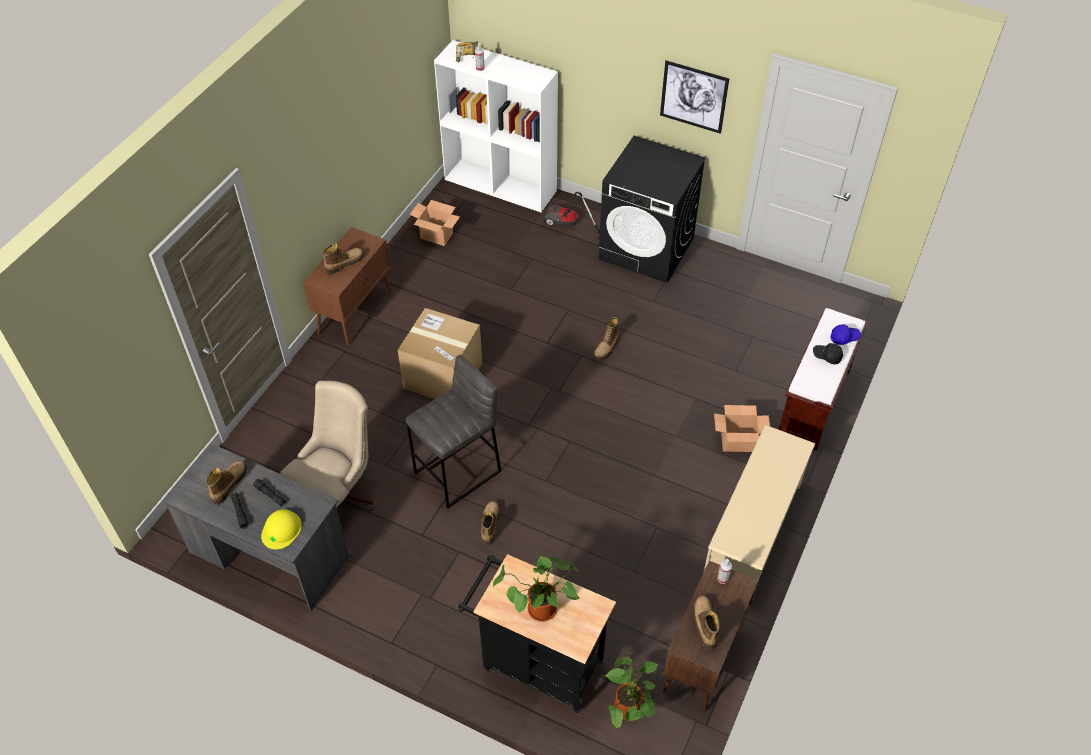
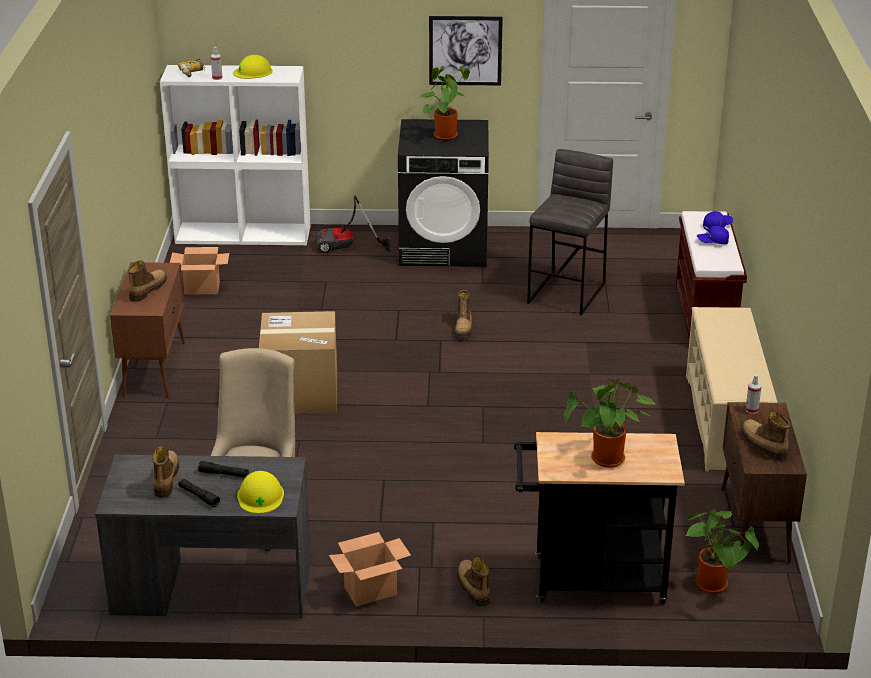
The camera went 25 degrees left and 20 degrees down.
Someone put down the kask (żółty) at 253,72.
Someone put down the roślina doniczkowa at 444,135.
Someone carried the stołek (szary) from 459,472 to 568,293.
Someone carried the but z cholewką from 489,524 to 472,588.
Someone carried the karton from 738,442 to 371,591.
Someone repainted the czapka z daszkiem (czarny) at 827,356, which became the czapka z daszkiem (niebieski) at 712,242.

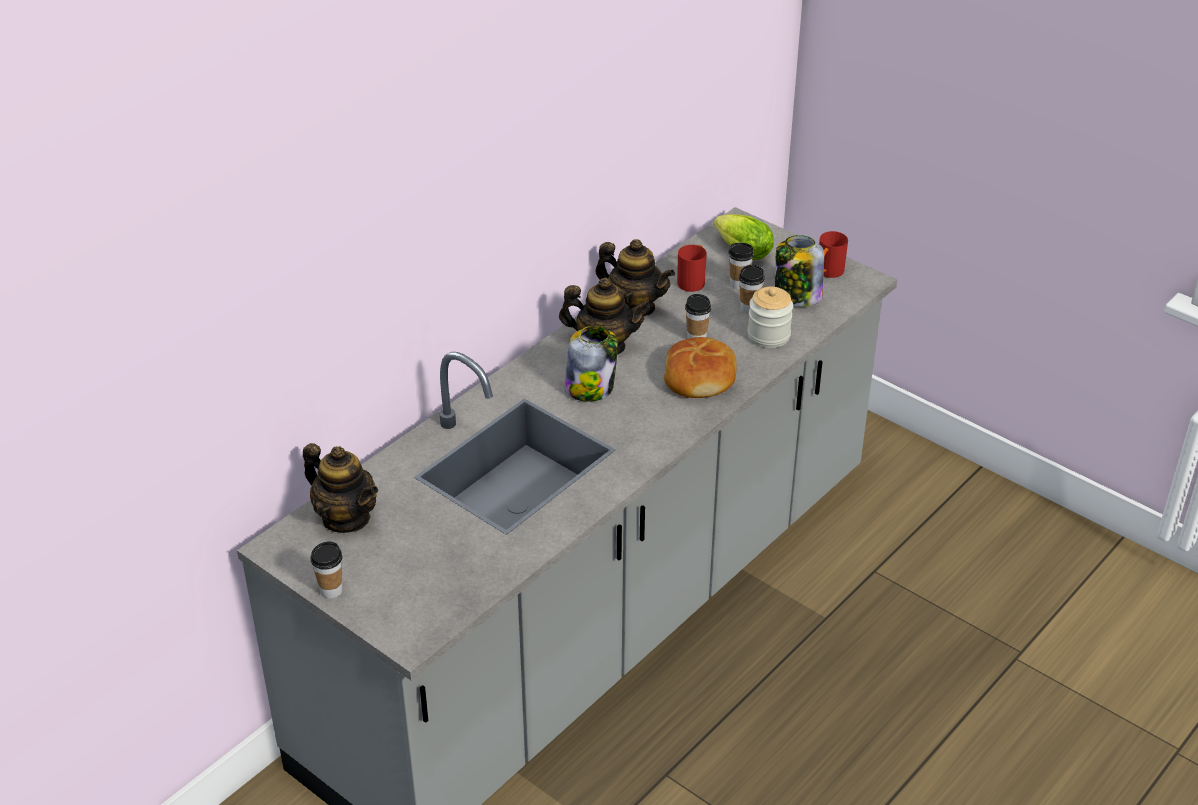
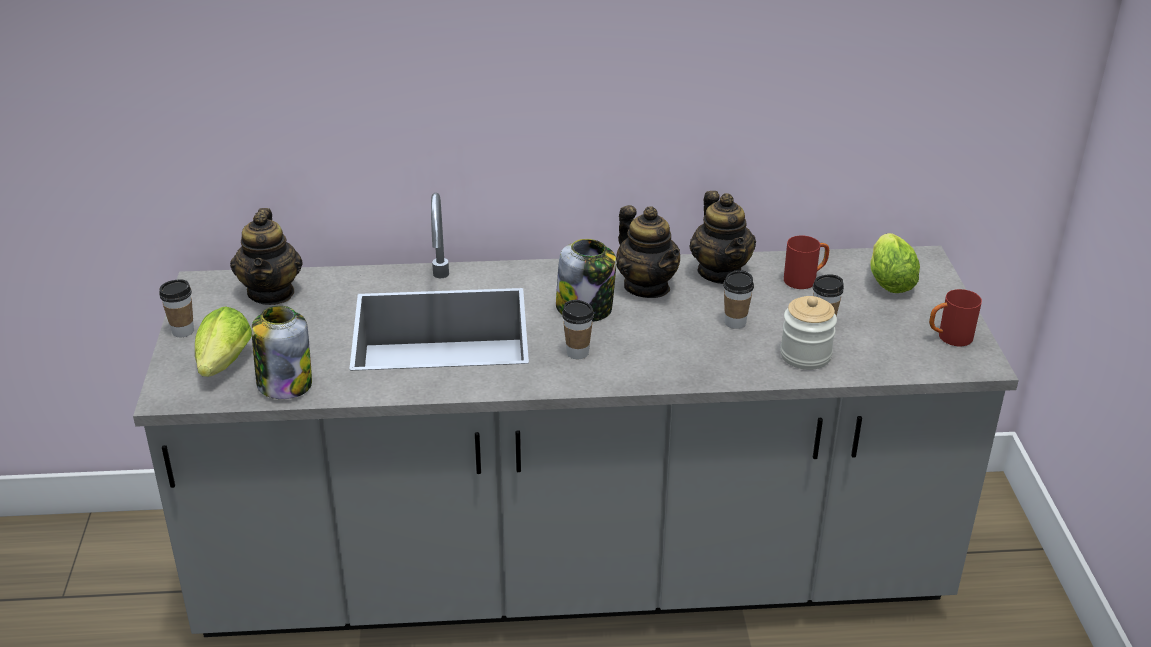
The camera went 45 degrees right and 5 degrees down.
Someone took away the chleb at 700,378.
Someone put down the sałata at 222,367.
Someone carried the filiżanka from 739,284 to 577,353.
Someone carried the słoik from 796,296 to 284,383.

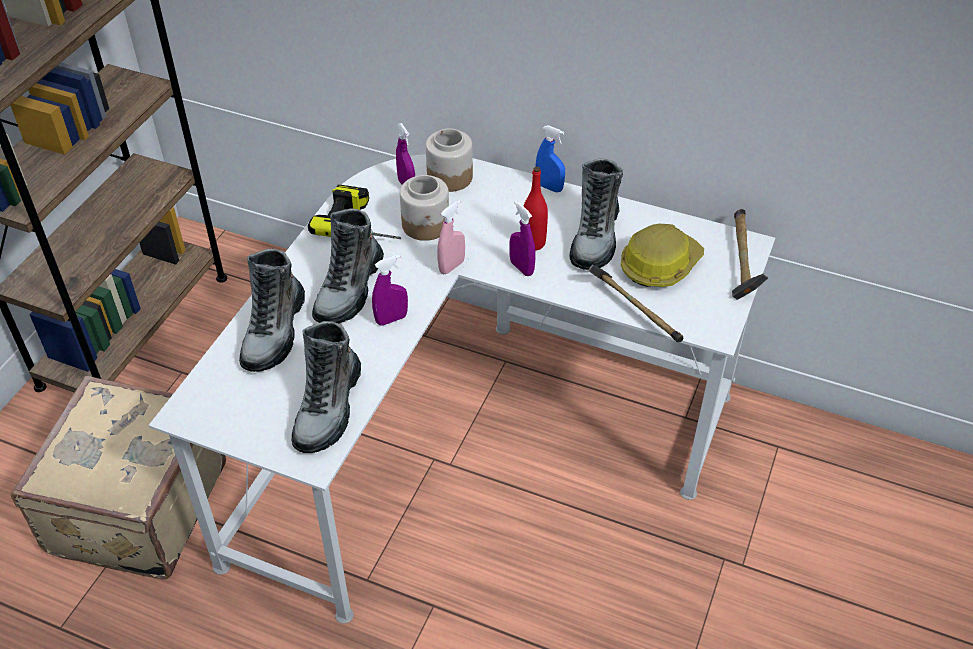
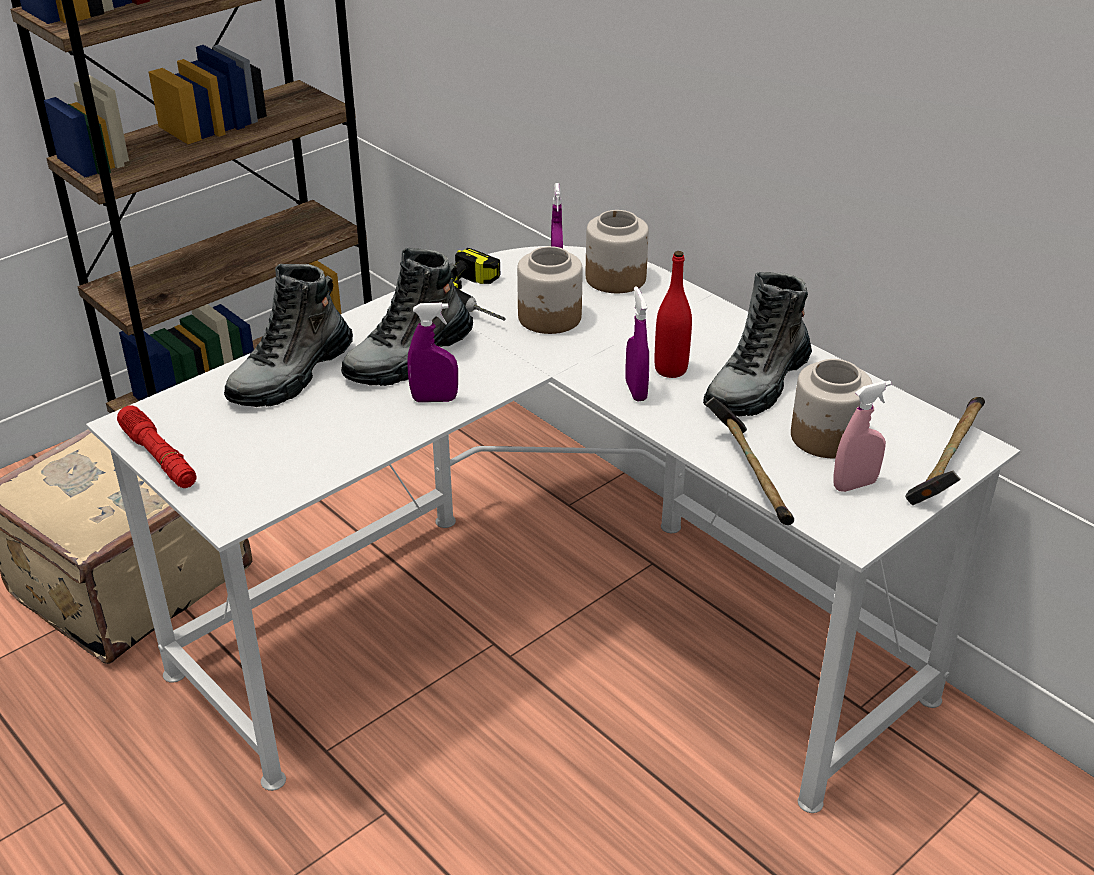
The camera went 25 degrees right and 10 degrees down.
Someone took away the but z cholewką at 328,408.
Someone took away the spryskiwacz (niebieski) at 549,187.
Someone put down the latarka (czerwony) at 159,457.
Someone carried the spryskiwacz (różowy) from 451,266 to 855,485.
Someone swapped the kask at 659,265 for the słoik at 825,436.

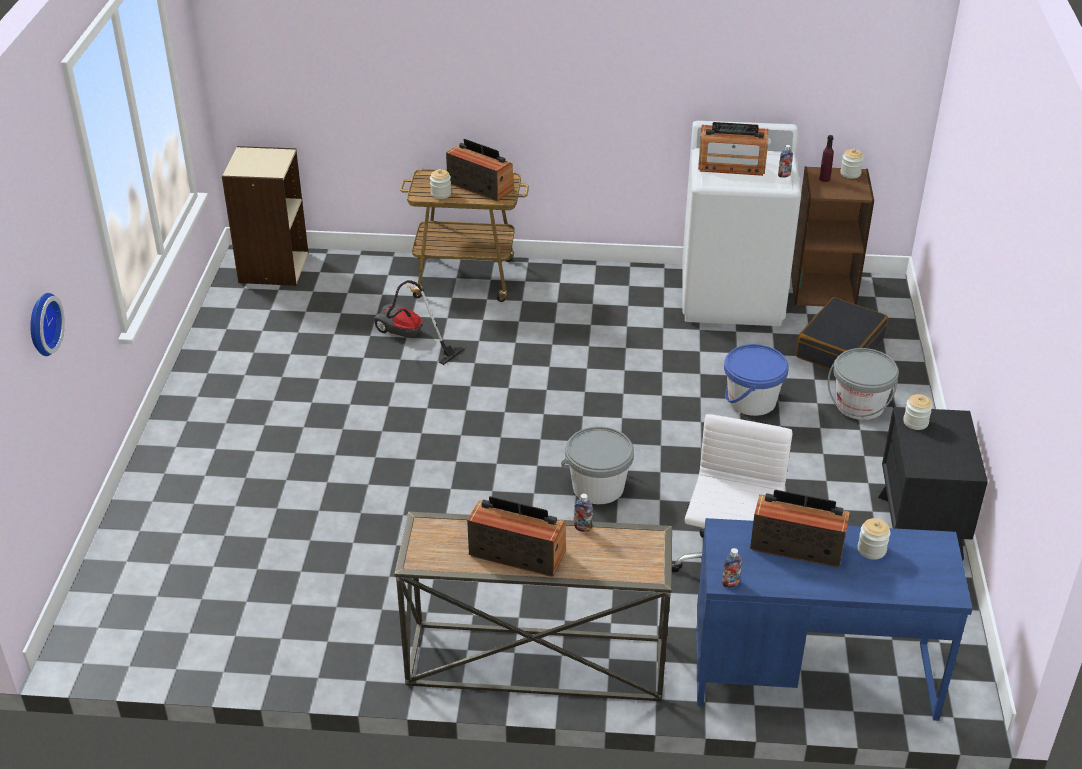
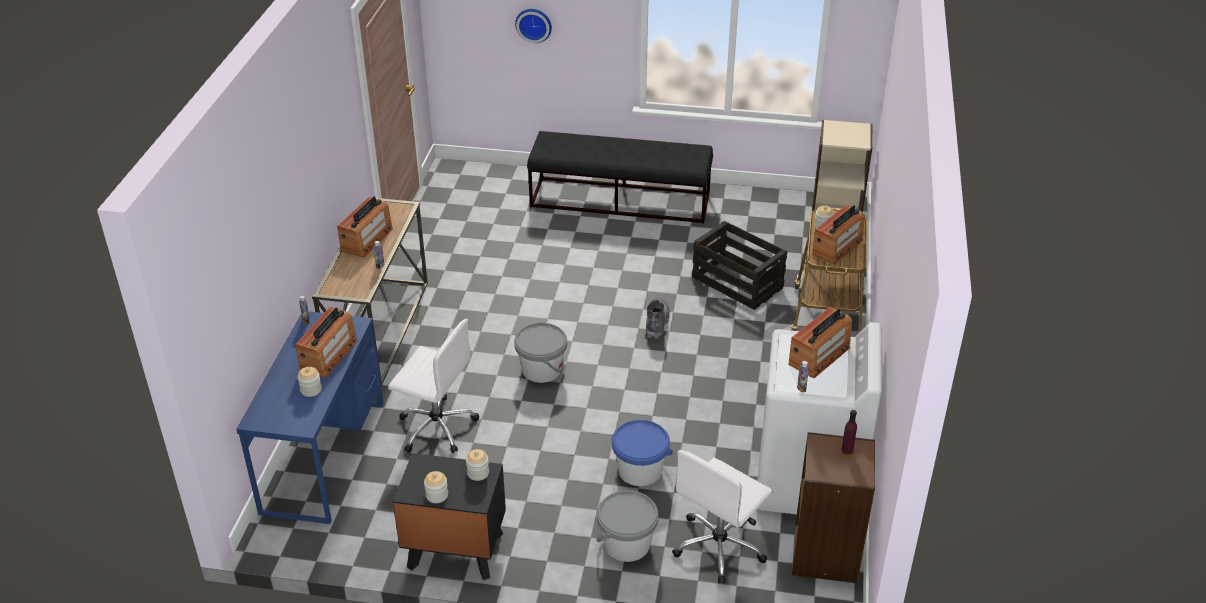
The camera went 95 degrees right and 0 degrees up.
Someone put down the ławka (czarny) at 620,200.
Someone put down the but z cholewką (szary) at 656,323.
Someone carried the słoik from 850,173 to 437,495.
Someone swapped the odkurzacz at 409,338 for the skrzynka at 738,283.
Someone swapped the walizka (czarny) at 839,348 for the krzesło biurowe (biały) at 719,547.
Someone rotated the radio at 731,165 by 150 degrees counterclockwise.

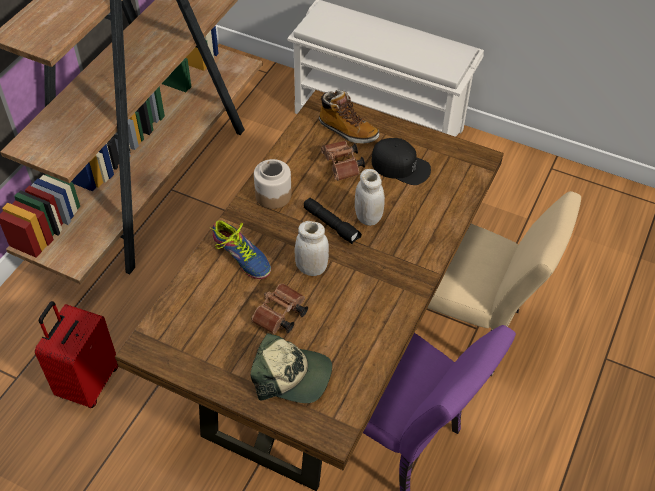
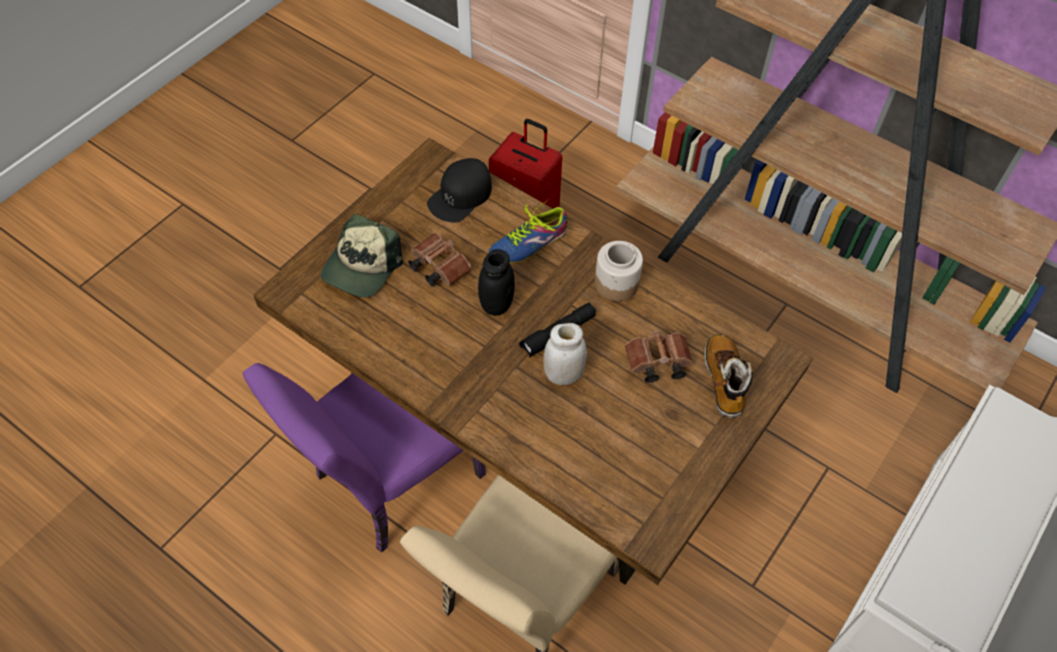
The camera went 100 degrees right and 5 degrees up.
Someone carried the czapka z daszkiem (czarny) from 400,166 to 460,195.
Someone repainted the słoik (biały) at 311,268, which became the słoik (czarny) at 496,304.
Someone rotated the but z cholewką at 347,131 by 135 degrees clockwise.

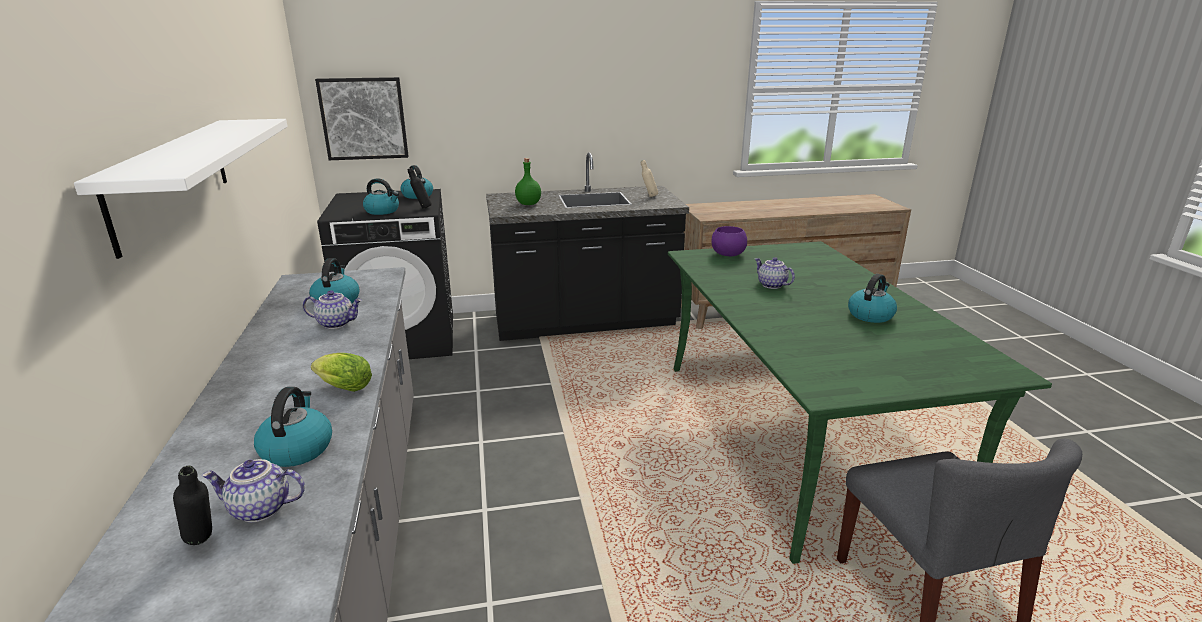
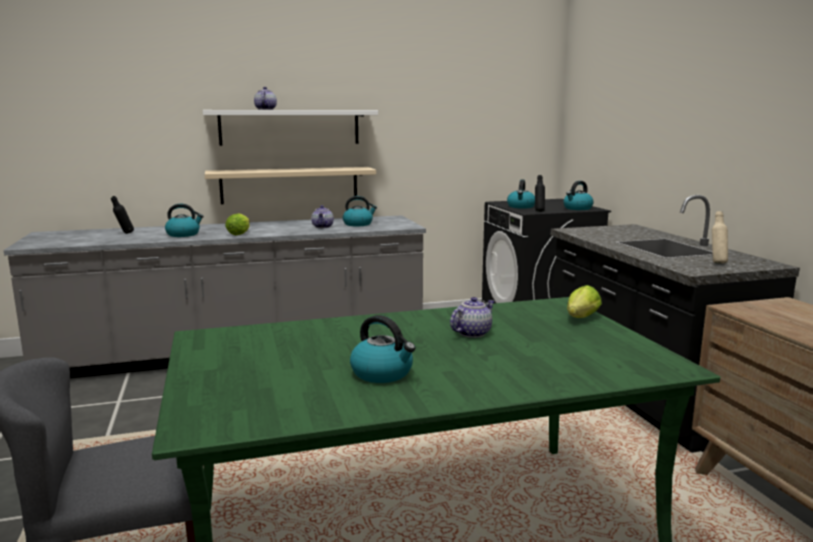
The camera went 85 degrees right and 10 degrees down.
Someone took away the obraz at 364,118.
Someone took away the butelka (zielony) at 528,204.
Someone put up the półka (beżowy) at 290,185.
Someone carried the imbryk from 259,510 to 265,109.
Someone swapped the miska (fioletowy) at 728,254 for the sałata at 580,319.

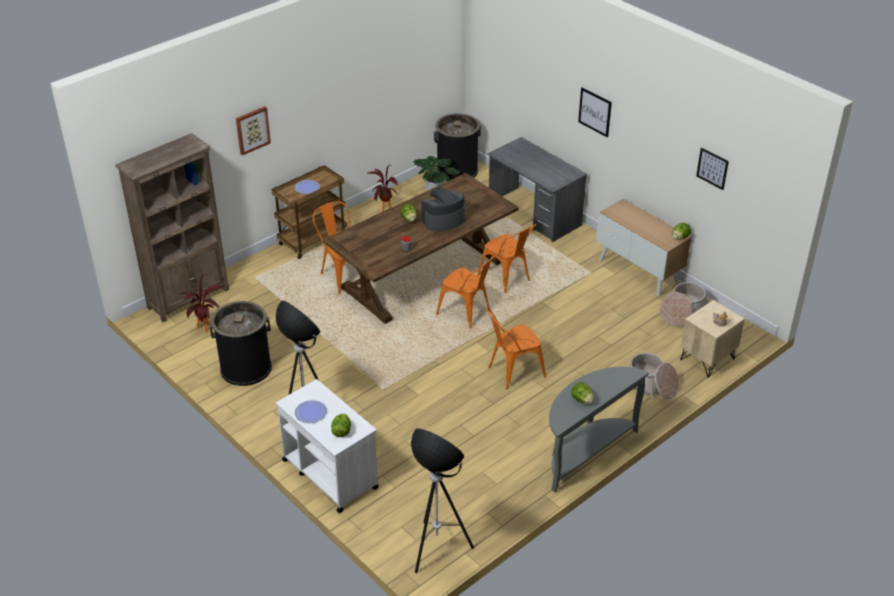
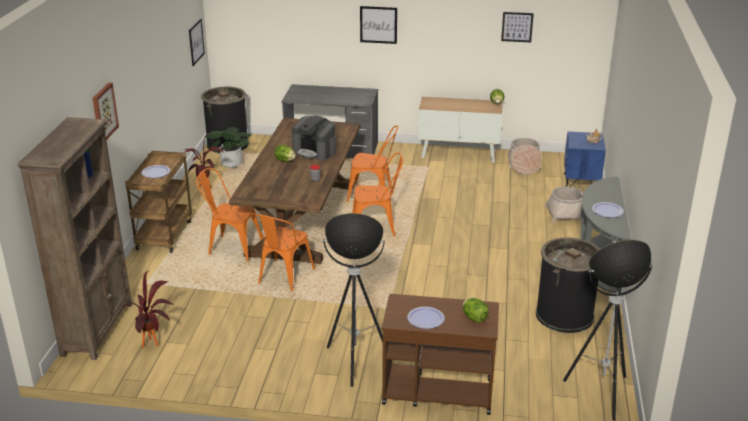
The camera went 40 degrees left and 10 degrees down.
Someone put up the obraz at 196,42.
Someone carried the kosz na śmieci (czarny) from 246,368 to 564,315.
Someone carried the krzesło (pomarańczowy) from 512,372 to 283,278.
Someone swapped the sałata at 582,400 for the talerz at 607,211.
Someone repainted the wózek (biały) at 329,473, which became the wózek (brązowy) at 437,391.
Someone repainted the szafka nocna (beżowy) at 707,359, which became the szafka nocna (niebieski) at 581,184.
Someone rotated the ekspres do kawy at 443,220 by 75 degrees counterclockwise.

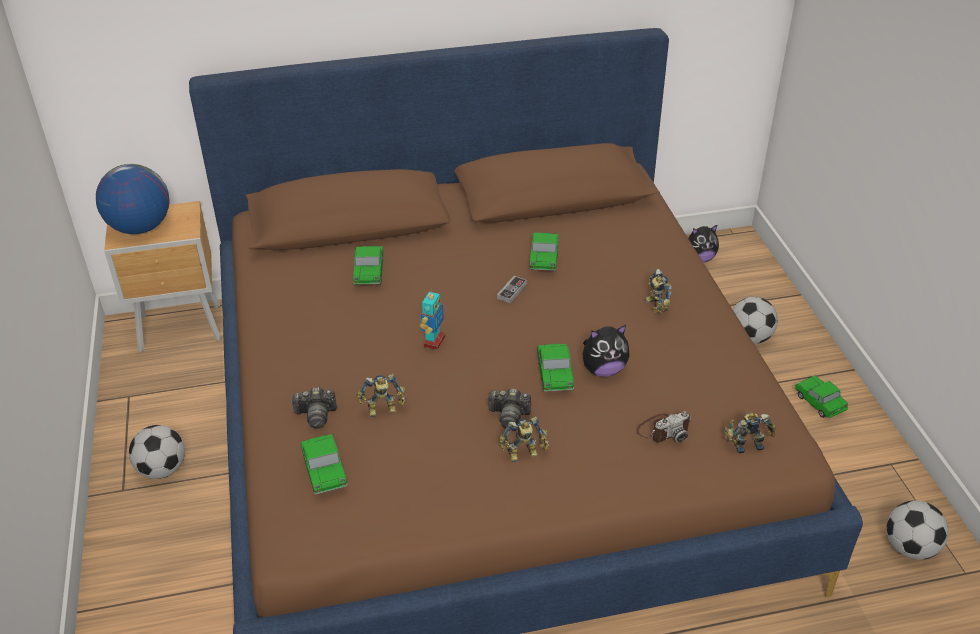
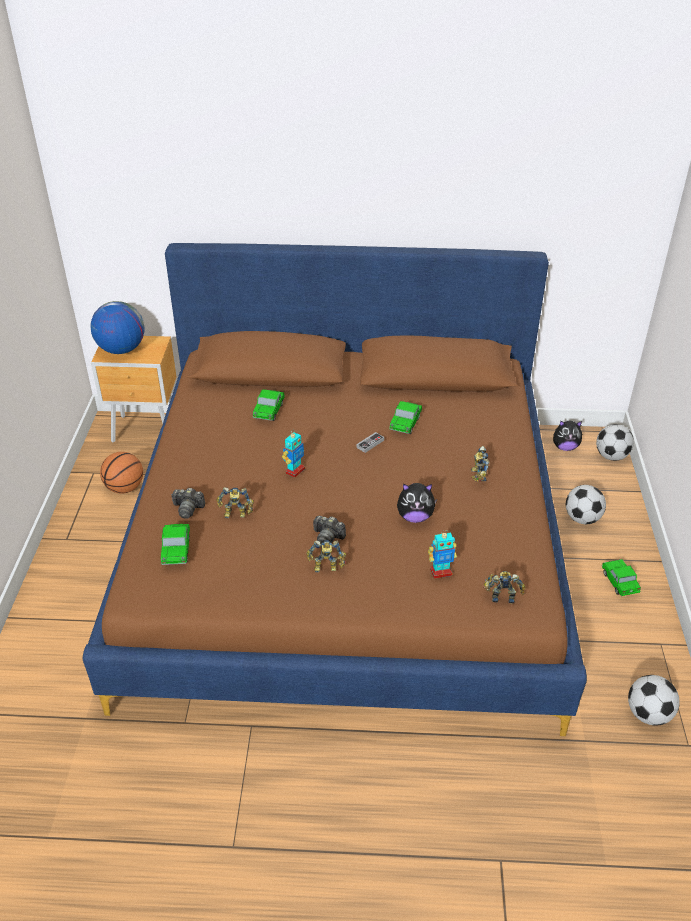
The camera went 15 degrees right and 0 degrees up.
Someone took away the samochodzik at 554,375.
Someone put down the piłka do koszykówki at 125,488.
Someone carried the piłka futbolowa from 162,469 to 611,456.
Someone swapped the aparat fotograficzny at 663,430 for the robot zabawkowy at 440,572.

